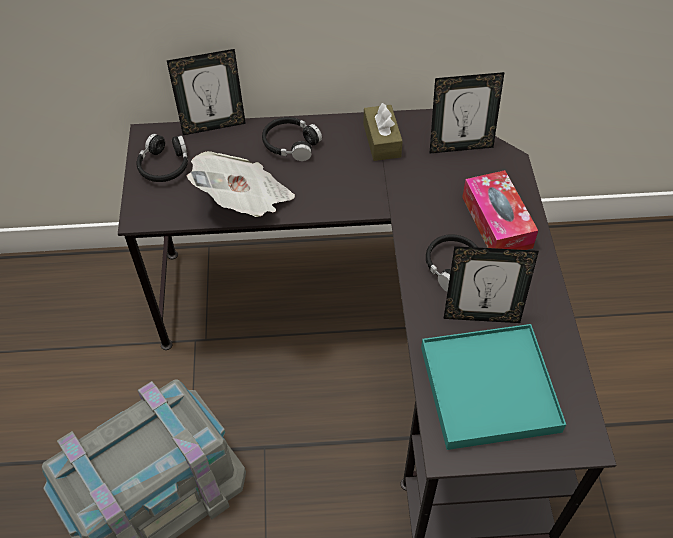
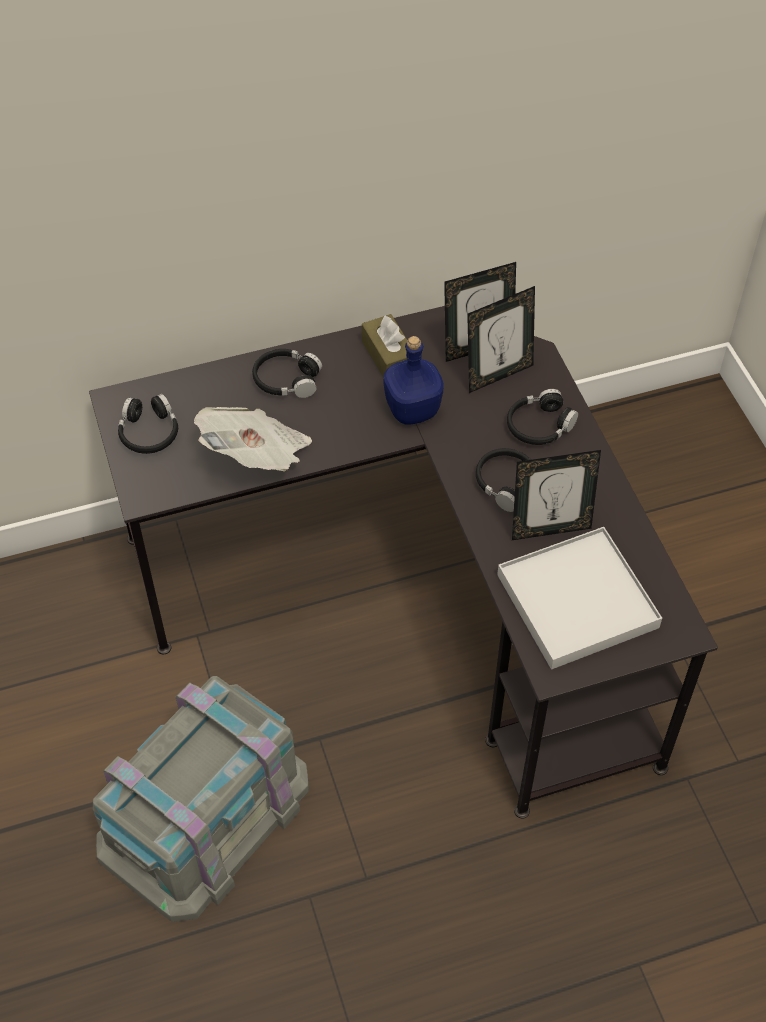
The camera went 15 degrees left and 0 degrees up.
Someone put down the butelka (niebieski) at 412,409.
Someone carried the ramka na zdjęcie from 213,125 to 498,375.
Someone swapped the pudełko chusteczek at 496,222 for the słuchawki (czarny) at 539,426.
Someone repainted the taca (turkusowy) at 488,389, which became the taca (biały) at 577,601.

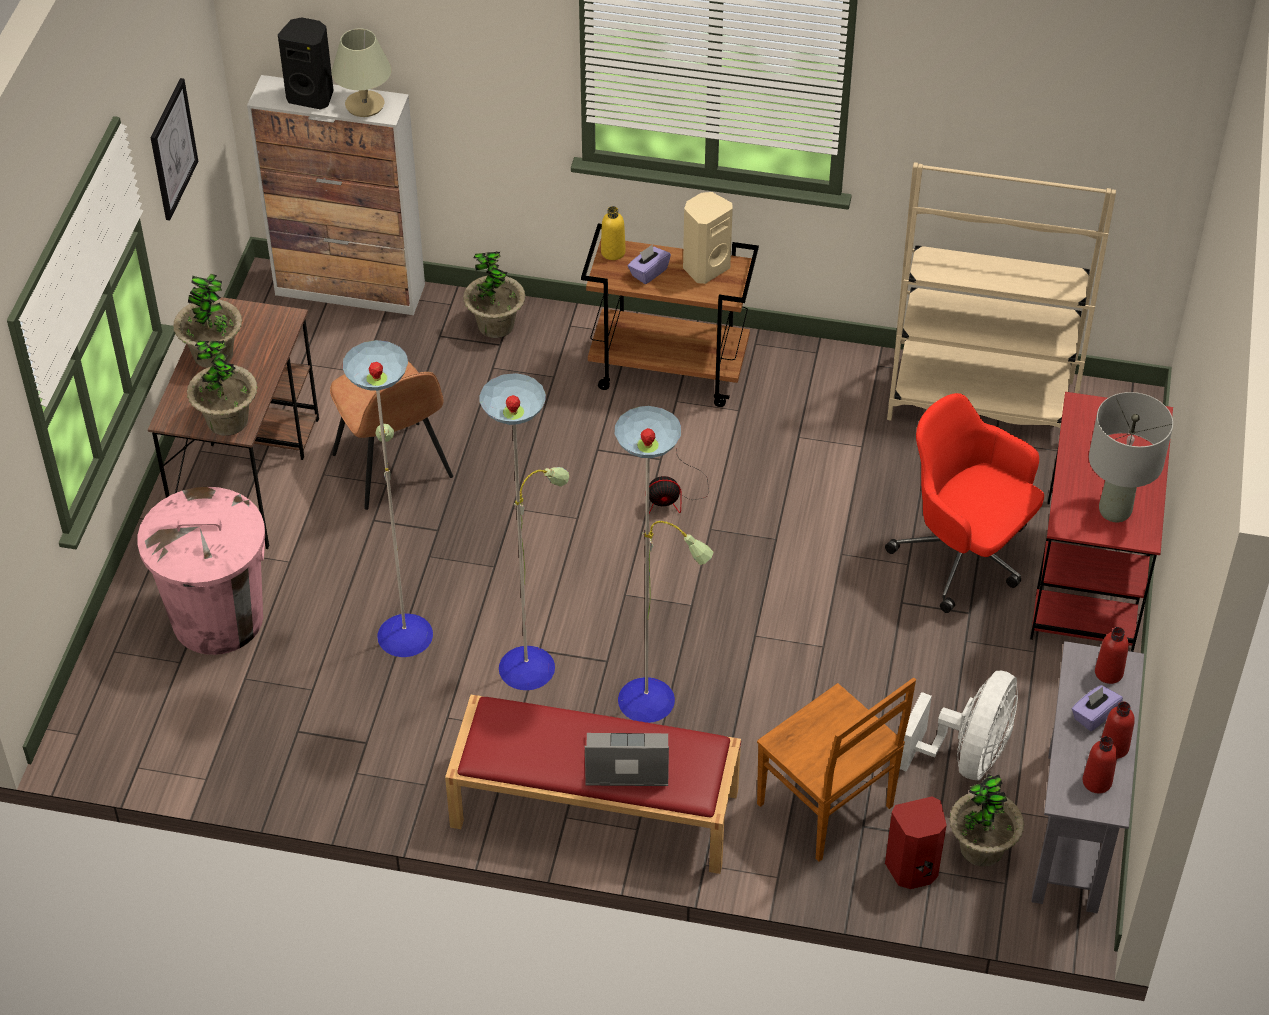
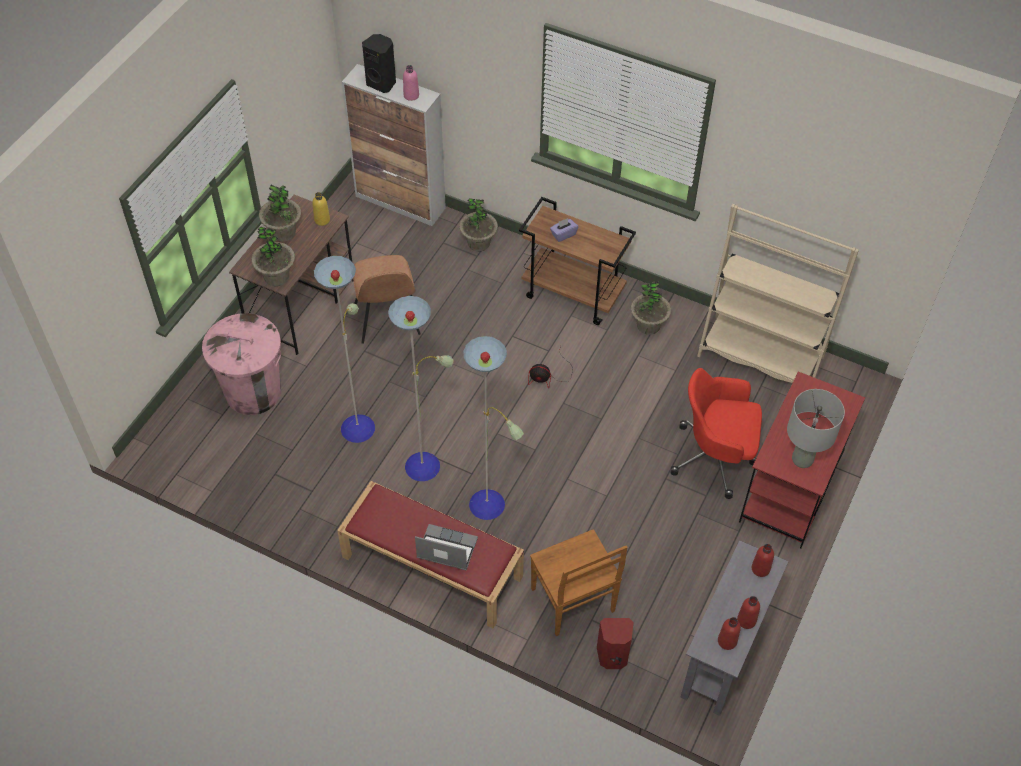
The camera went 15 degrees right and 5 degrees up.
Someone took away the obraz at 172,149.
Someone took away the głośnik (beżowy) at 705,267.
Someone took away the wentylator (biały) at 966,756.
Someone took away the pudełko chusteczek (fioletowy) at 1094,715.
Someone carried the butelka (żółty) from 613,252 to 322,220.
Someone carried the roślina doniczkowa from 981,848 to 648,325.
Someone swapped the lampa stołowa (beżowy) at 364,105 for the butelka (różowy) at 411,95.
Someone rotated the krzesło biurowe (czerwony) at 964,556 by 45 degrees counterclockwise.

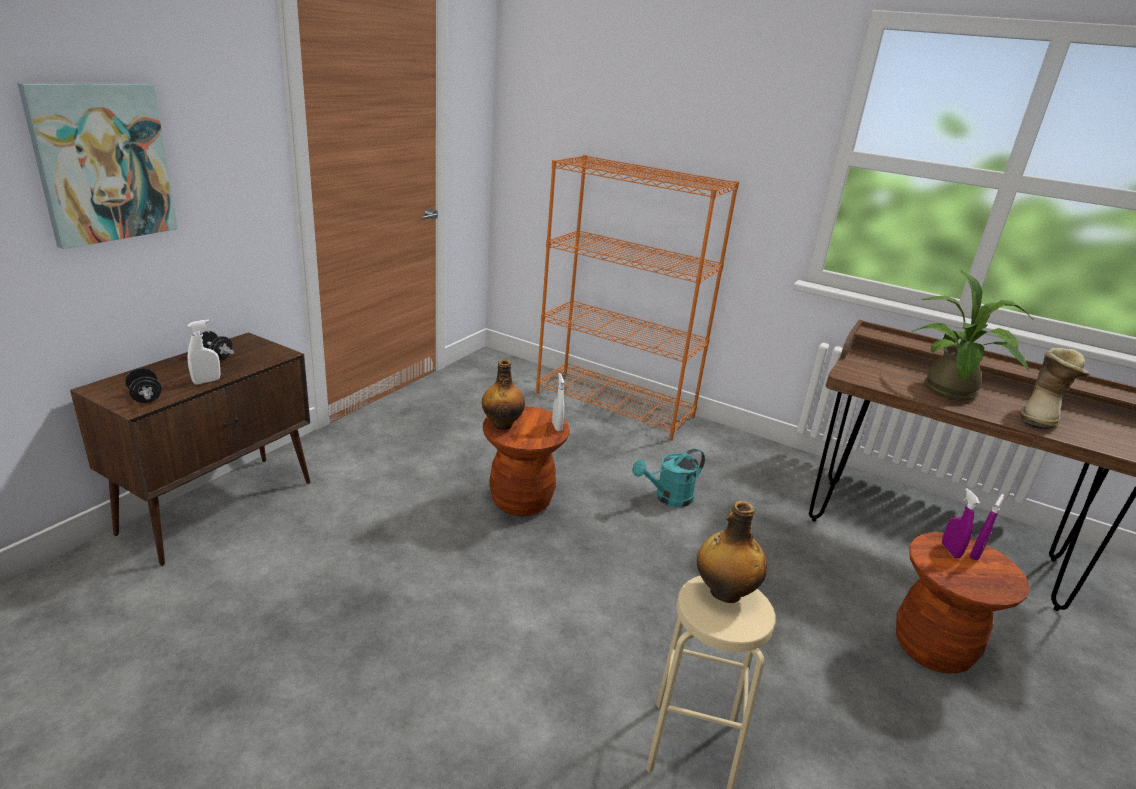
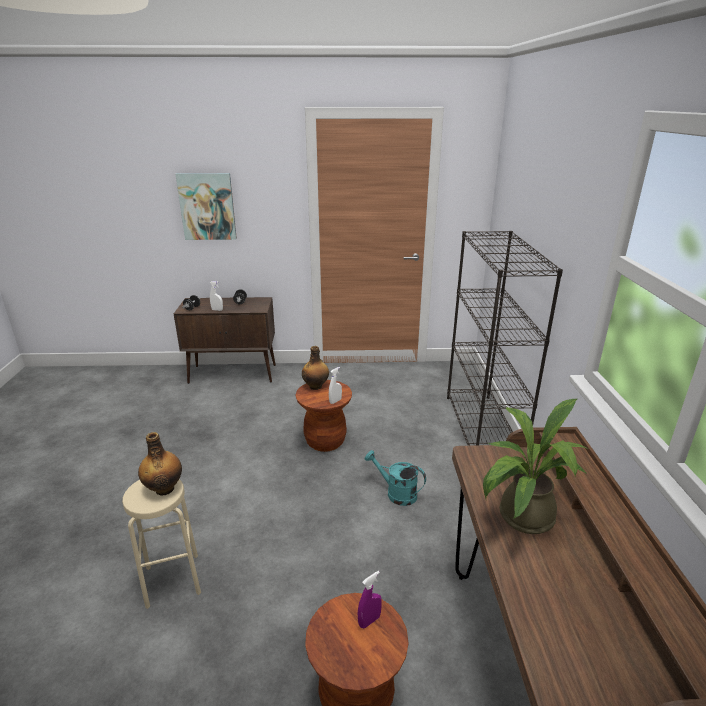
The camera went 60 degrees right and 0 degrees up.
Someone took away the spryskiwacz (fioletowy) at 976,554.
Someone took away the but z cholewką at 1042,415.
Someone repainted the regał (pomarańczowy) at 615,405, which became the regał (czarny) at 482,430.

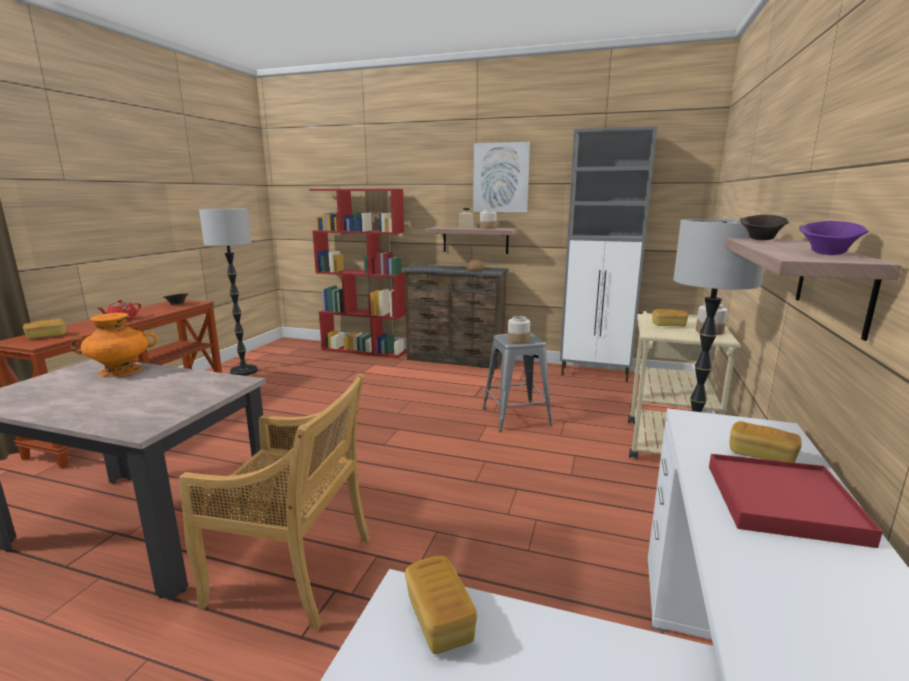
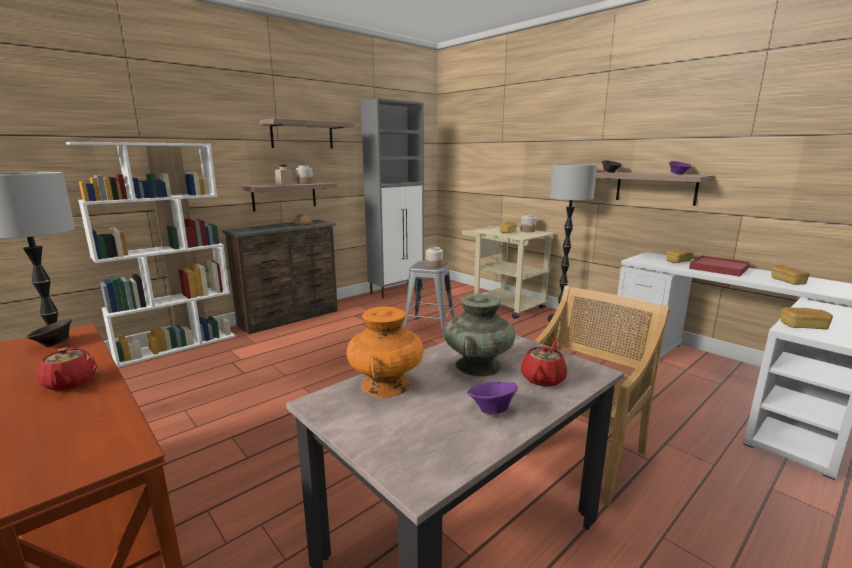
The camera went 60 degrees left and 0 degrees up.
Someone put down the wazon (turkusowy) at 478,365.
Someone put down the miska (fioletowy) at 491,410.
Someone put down the imbryk (czerwony) at 543,378.
Someone carried the chleb from 47,336 to 787,281.
Someone swapped the obraz at 501,178 for the półka at 302,135.
Someone repainted the regał (czerwony) at 365,350, which became the regał (biały) at 177,346.

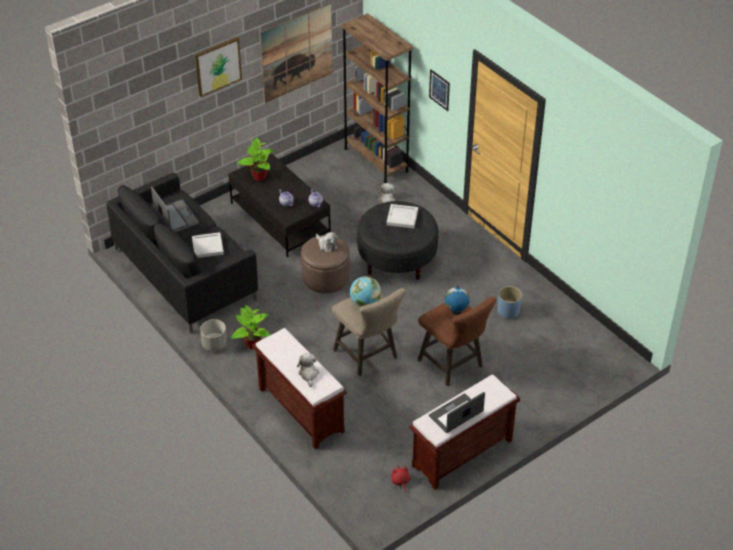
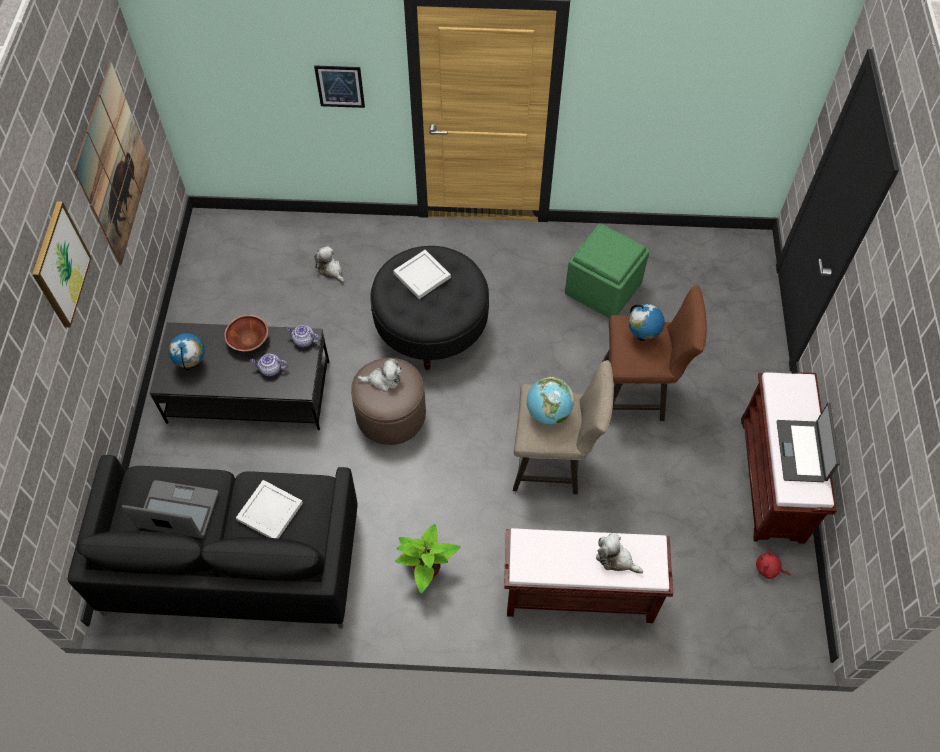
The camera went 50 degrees left and 15 degrees up.
Someone took away the donica (szary) at 214,344.
Someone took away the regał (brązowy) at 376,160.
Someone put down the miska (brązowy) at 249,340.
Someone swapped the roślina doniczkowa at 259,176 for the globus at 192,364.
Someone swapped the donica (niebieski) at 508,311 for the pufa (zielony) at 604,288.

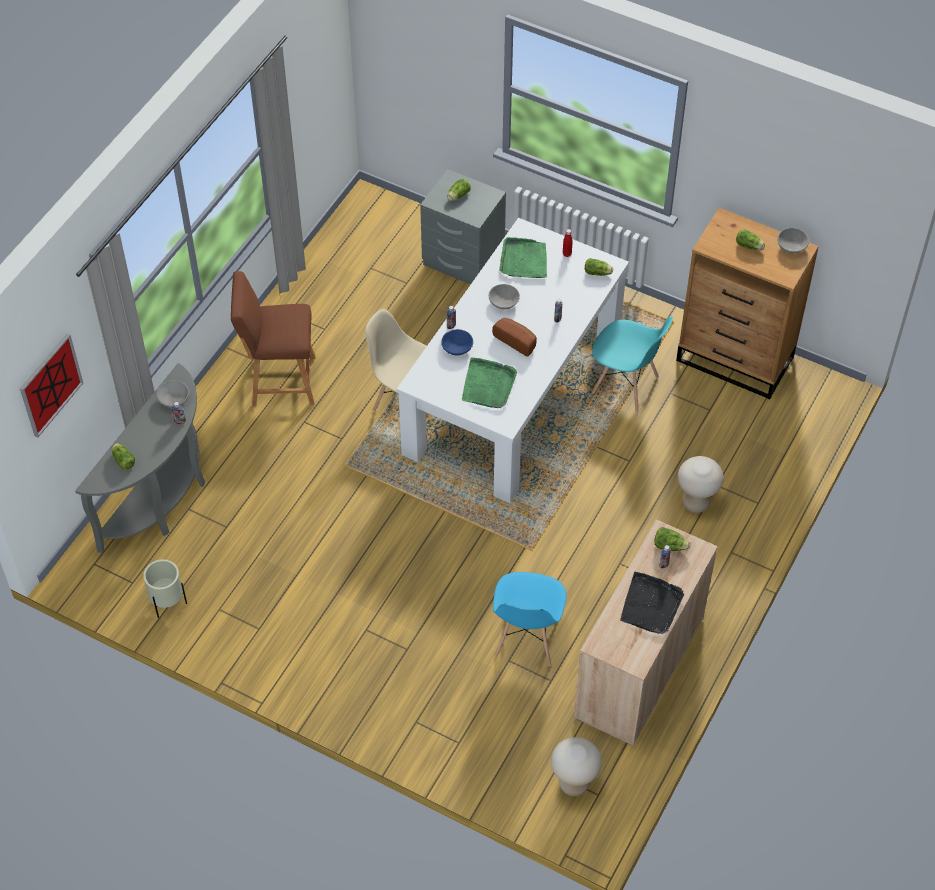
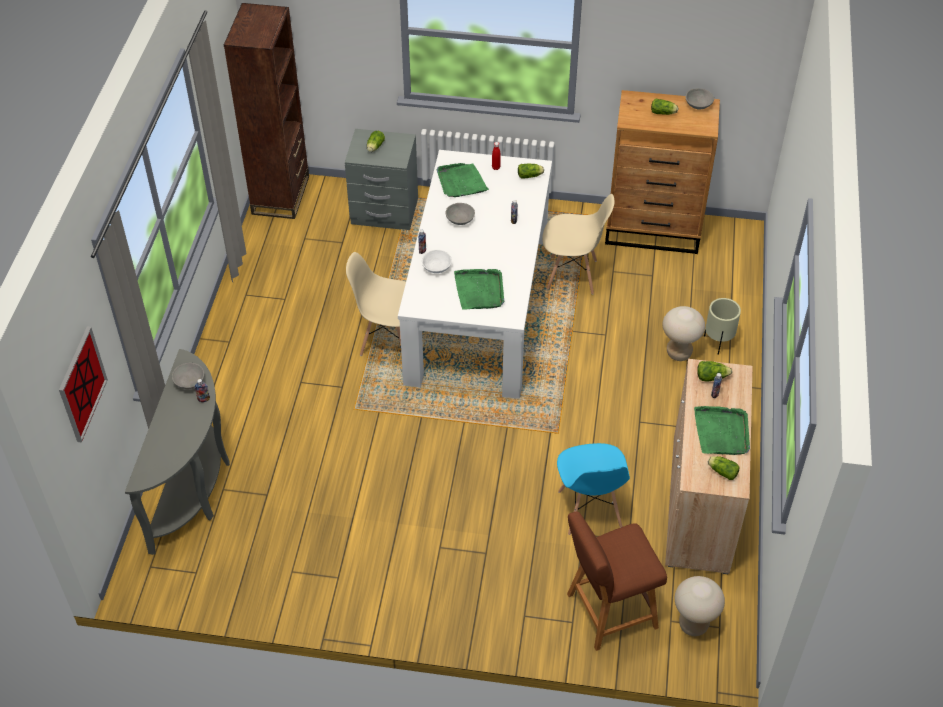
The camera went 20 degrees left and 5 degrees down.
Someone took away the chleb at 516,340.
Someone put down the regał (brązowy) at 281,195.
Someone carried the sałata from 123,460 to 721,471.
Someone carried the donica (beżowy) from 168,604 to 718,343.
Someone carried the stołek (brązowy) from 279,381 to 607,612.
Someone repainted the miska (niebieski) at 457,348, which became the miska (biały) at 436,267.
Someone repainted the krzesło (turkusowy) at 625,386, which became the krzesło (beżowy) at 572,275.
Someone repainted the taca (czarny) at 651,605, which became the taca (zielony) at 722,432.

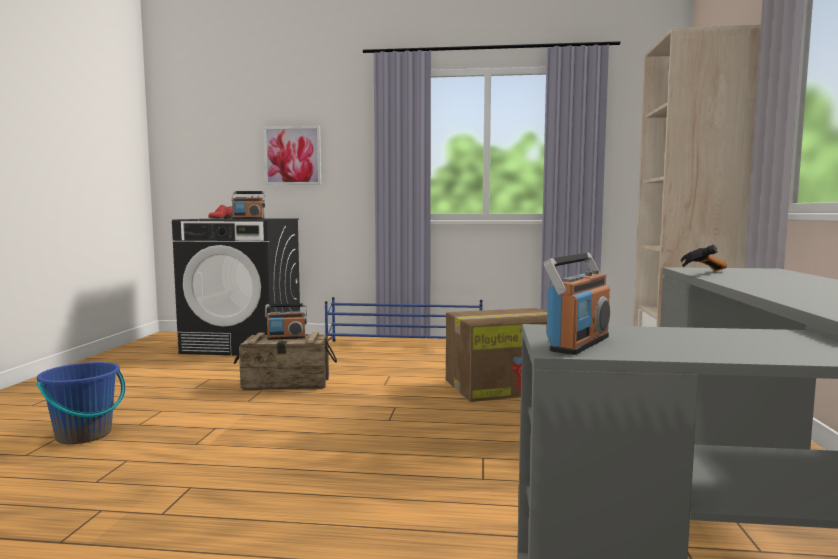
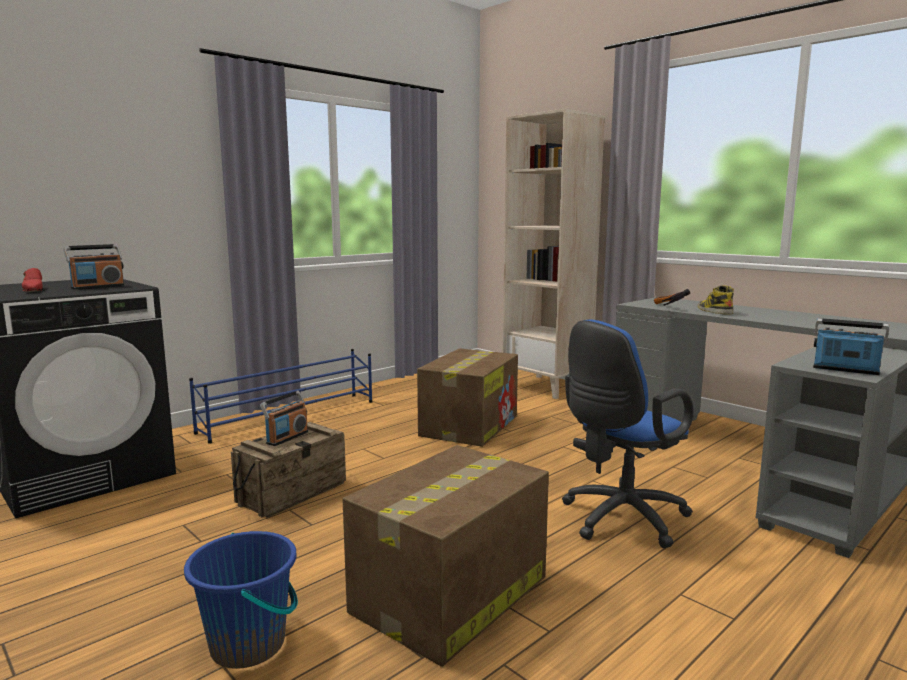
The camera went 50 degrees left and 5 degrees up.
Someone took away the obraz at 292,155.
Someone put down the karton at 449,596.
Someone put down the krzesło biurowe (niebieski) at 619,520.
Someone put down the but z cholewką at 714,311.
Someone rotated the radio at 578,344 by 45 degrees counterclockwise.

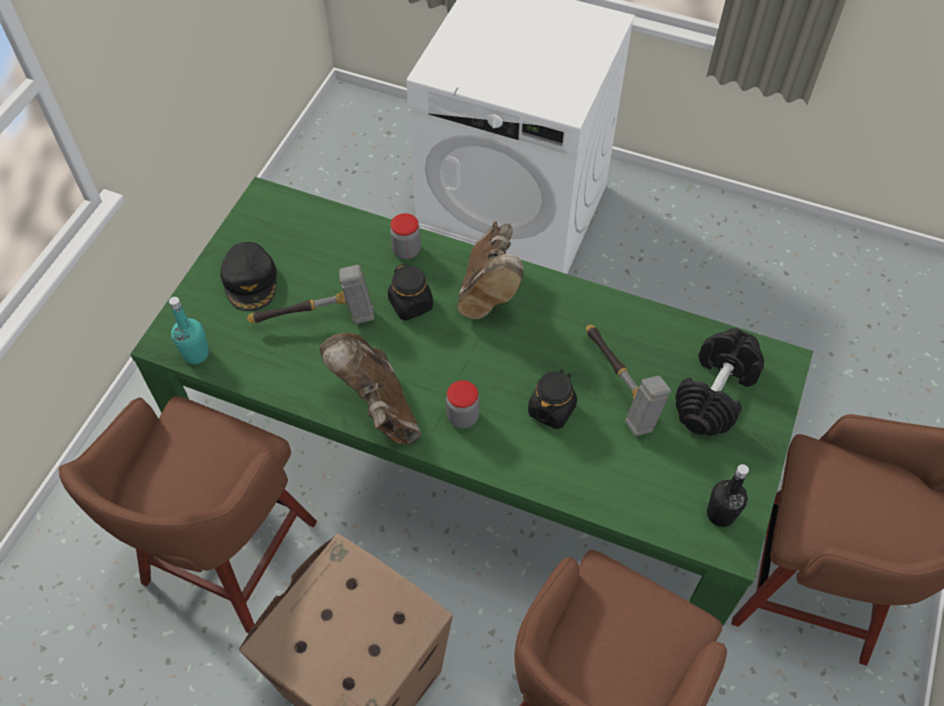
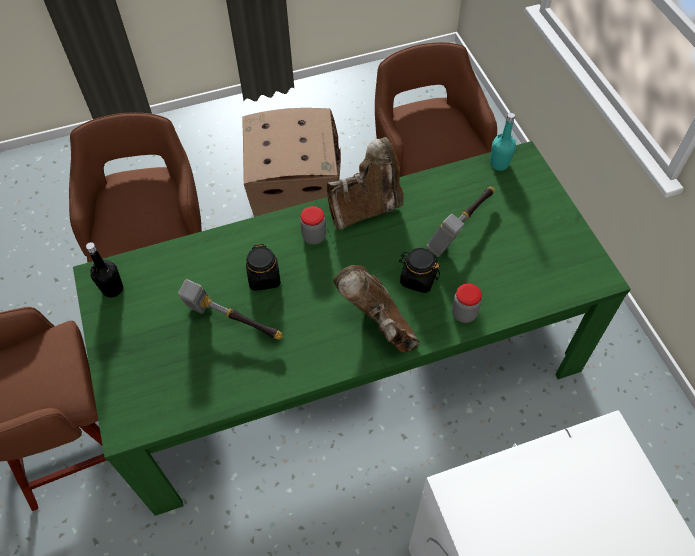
The camera went 140 degrees right and 0 degrees up.
Someone took away the czapka z daszkiem (czarny) at 251,281.
Someone took away the hantel (czarny) at 714,393.
Someone rotated the but z cholewką (brązowy) at 378,408 by 45 degrees counterclockwise.

